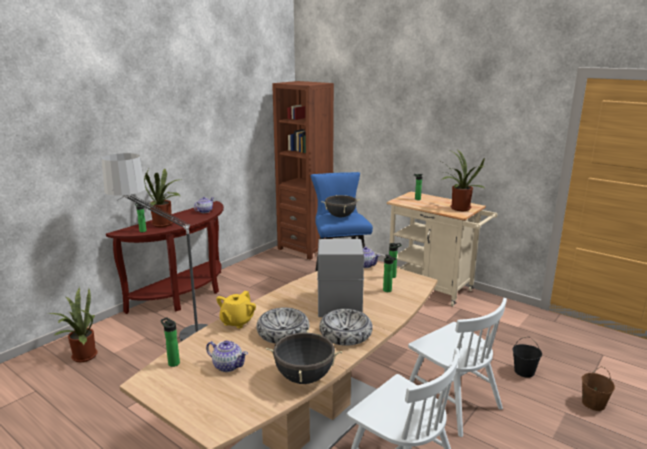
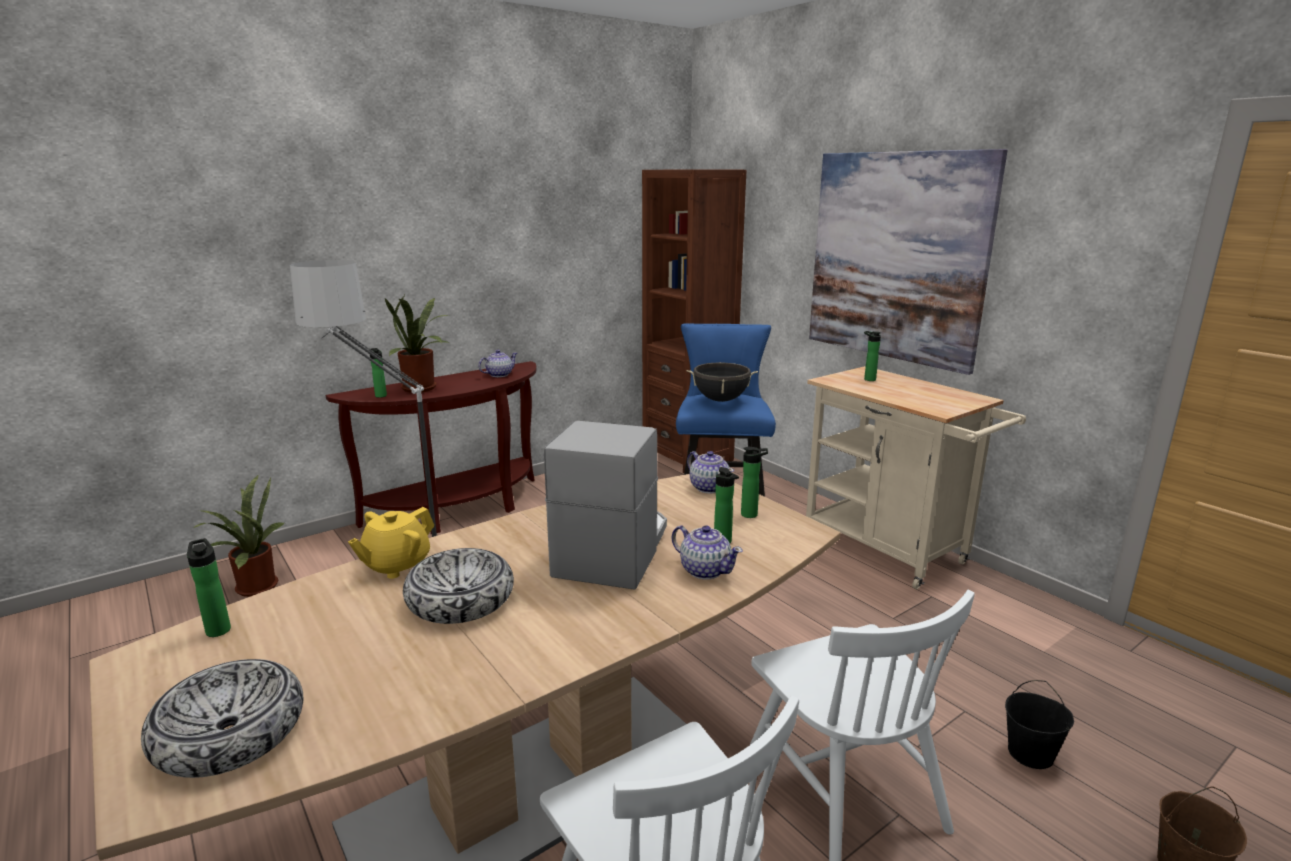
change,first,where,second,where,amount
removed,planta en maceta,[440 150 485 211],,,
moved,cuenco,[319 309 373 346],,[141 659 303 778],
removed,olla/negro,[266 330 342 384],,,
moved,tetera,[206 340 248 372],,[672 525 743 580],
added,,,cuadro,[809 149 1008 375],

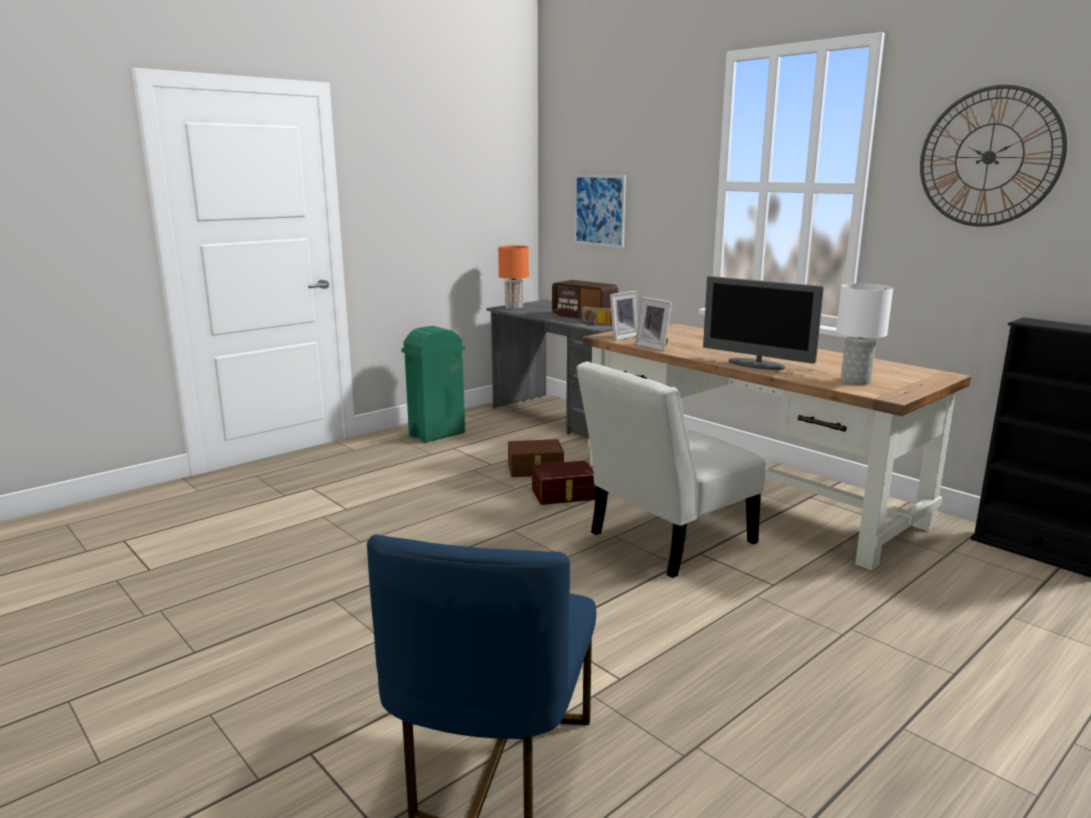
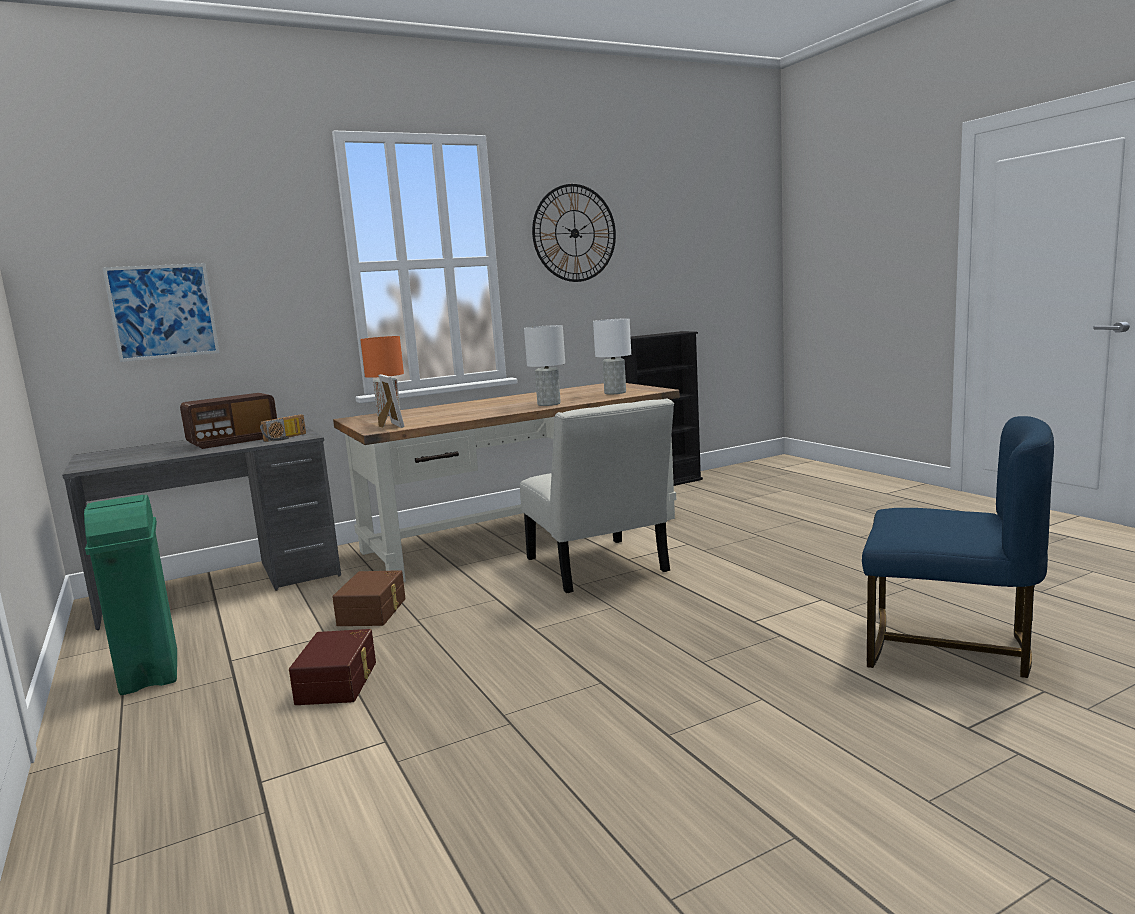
change,first,where,second,where,amount
moved,lámpara de mesa/naranja,[498 246 529 309],,[360 336 404 416],
replaced,monitor,[703 276 824 370],lámpara de mesa/blanco,[524 325 565 406],
removed,portarretratos,[635 297 672 351],,,
moved,caja de almacenaje/marrón,[532 461 596 505],,[289 629 376 705],

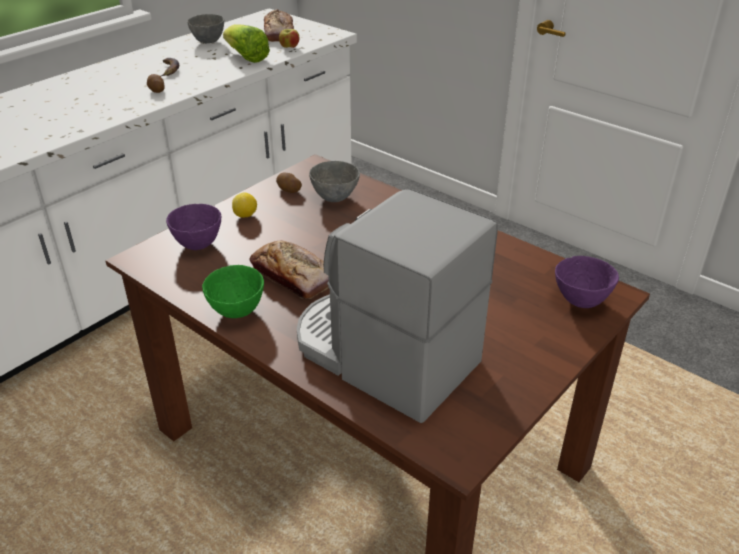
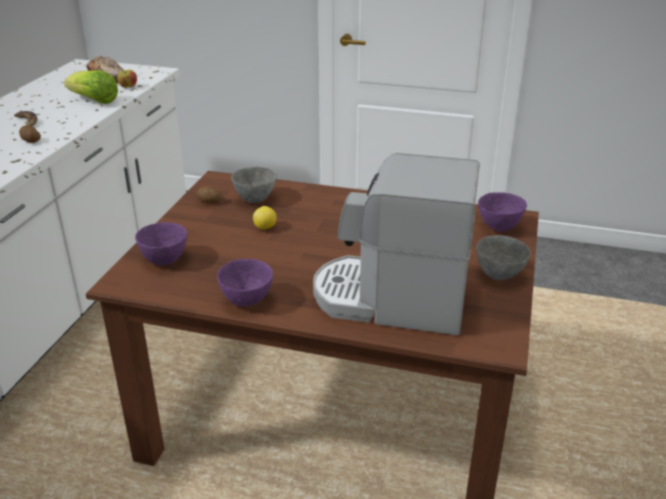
change,first,where,second,where,amount
moved,cuenco/gris,[187 14 224 43],,[476 235 530 280],
moved,limón,[232 193 257 218],,[253 206 277 230],
removed,pan,[250 241 329 299],,,
recoloured,cuenco/verde,[202 265 264 318],cuenco/morado,[217 259 273 306],

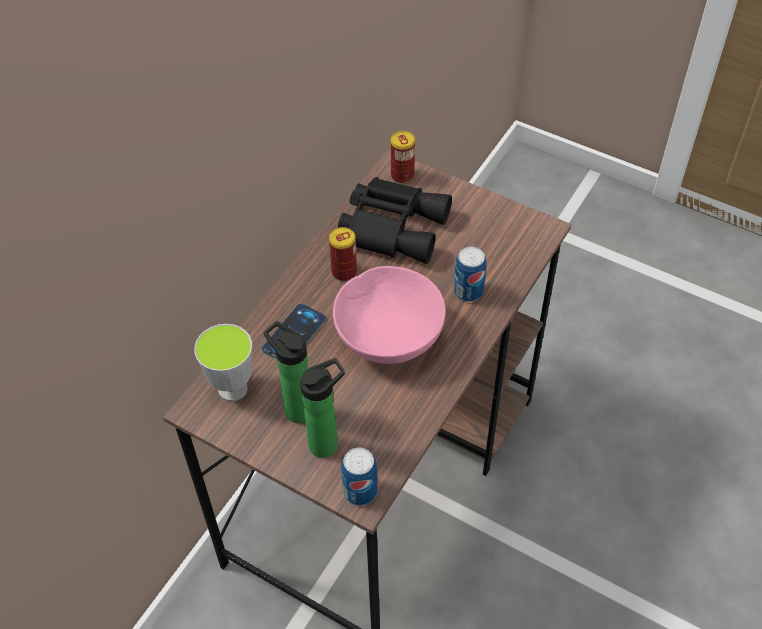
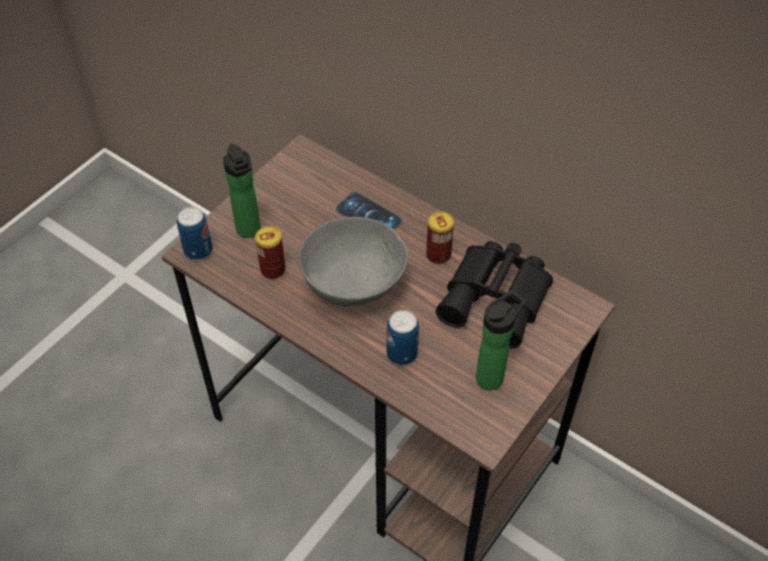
change,first,where,second,where,amount
moved,lata,[391 131 415 183],,[255 226 286 279],
recoloured,cuenco/rosa,[333 266 445 364],cuenco/gris,[299 217 408 306],
moved,botella,[264 321 308 423],,[476 290 526 390],
removed,taza,[194 324 252 401],,,

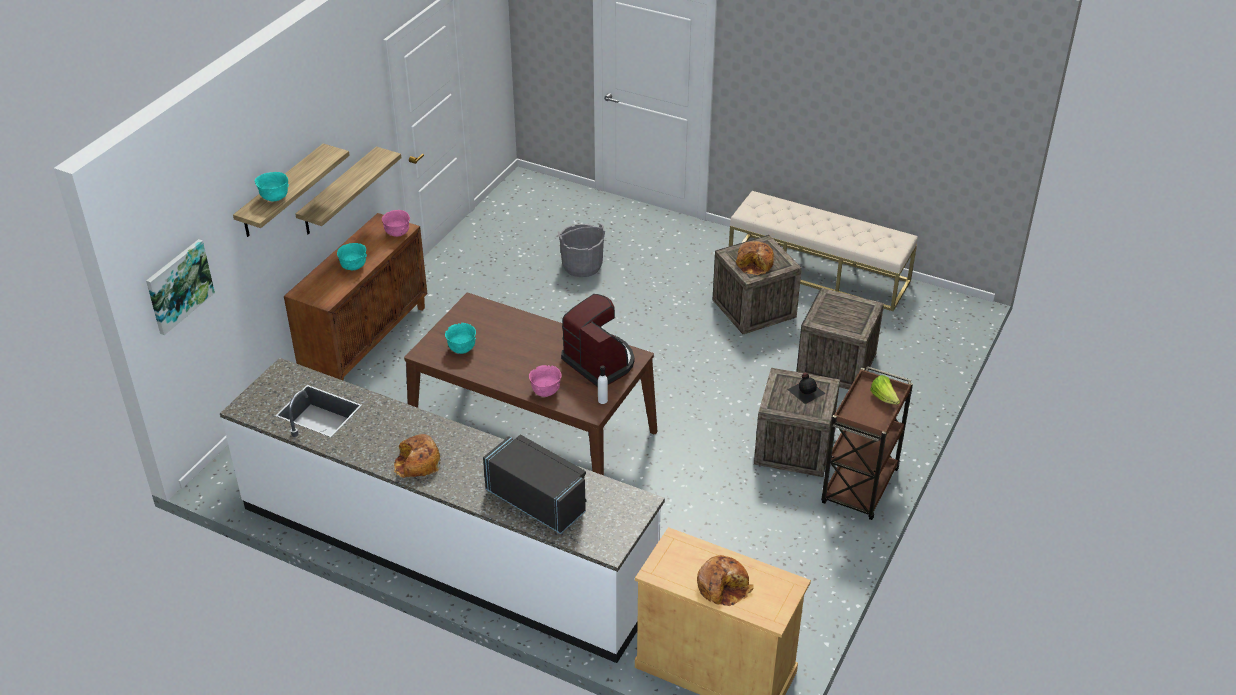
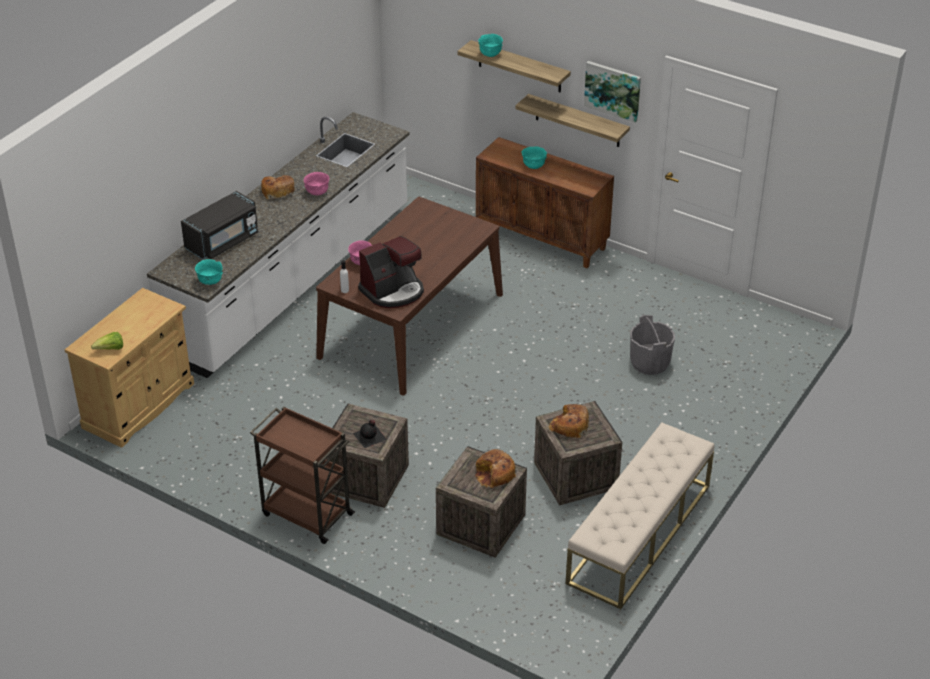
change,first,where,second,where,amount
moved,cuenco/rosa,[382 210 410 237],,[304 172 329 195],
moved,cuadro,[146 239 215 335],,[584 61 641 123],
moved,cuenco/turquesa,[445 323 476 354],,[195 259 223 285],
moved,lechuga,[870 375 900 405],,[91 332 123 350],
moved,pan,[697 555 754 606],,[475 449 516 488],

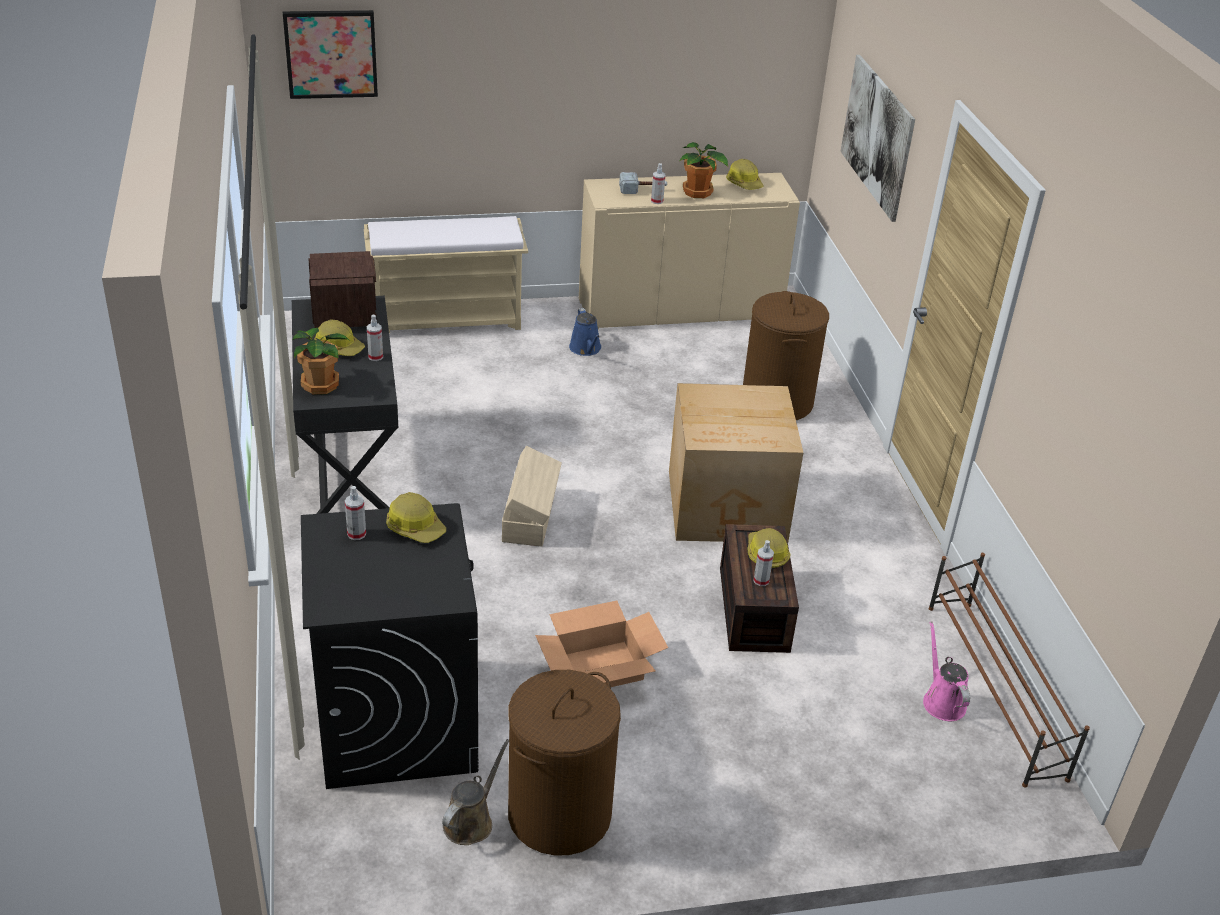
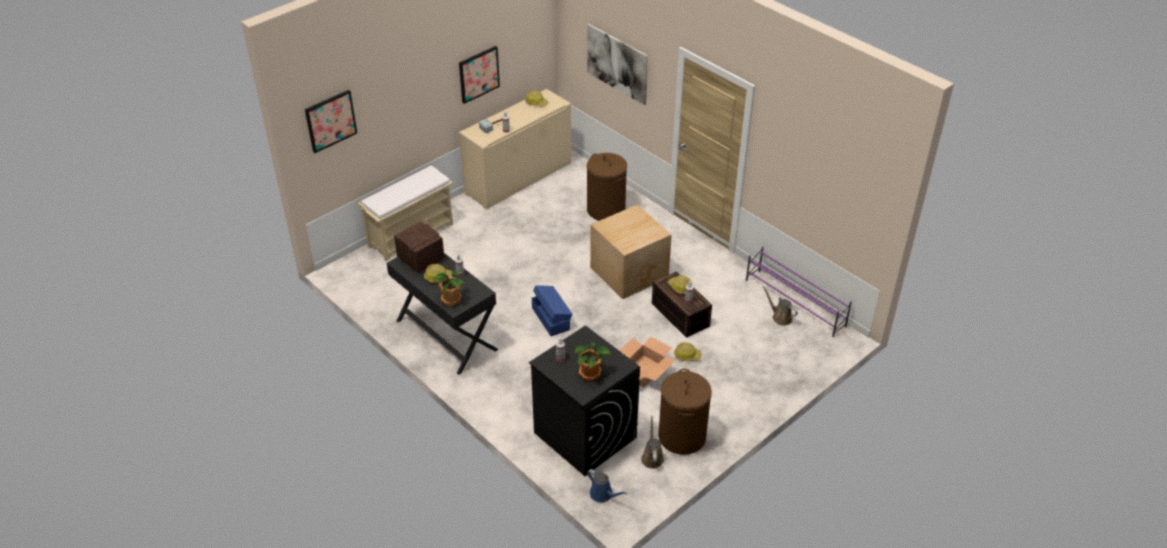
change,first,where,second,where,amount
moved,planta en maceta,[680 142 728 198],,[575 342 611 381],
moved,regadera/azul,[569 308 601 356],,[587 469 627 503],
recoloured,caja de almacenaje/beis,[502 446 562 546],caja de almacenaje/azul,[532 285 573 336],
moved,casco,[386 492 446 543],,[674 342 702 361],
recoloured,zapatero/marrón,[929 553 1090 788],zapatero/morado,[746 246 852 337],
recoloured,regadera/rosa,[923 621 970 721],regadera/marrón,[762 286 798 326],
added,,,cuadro,[459 46 500 104],

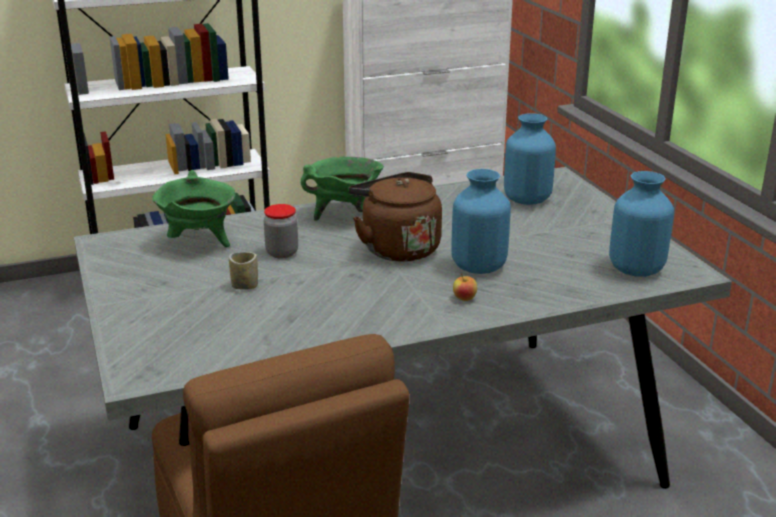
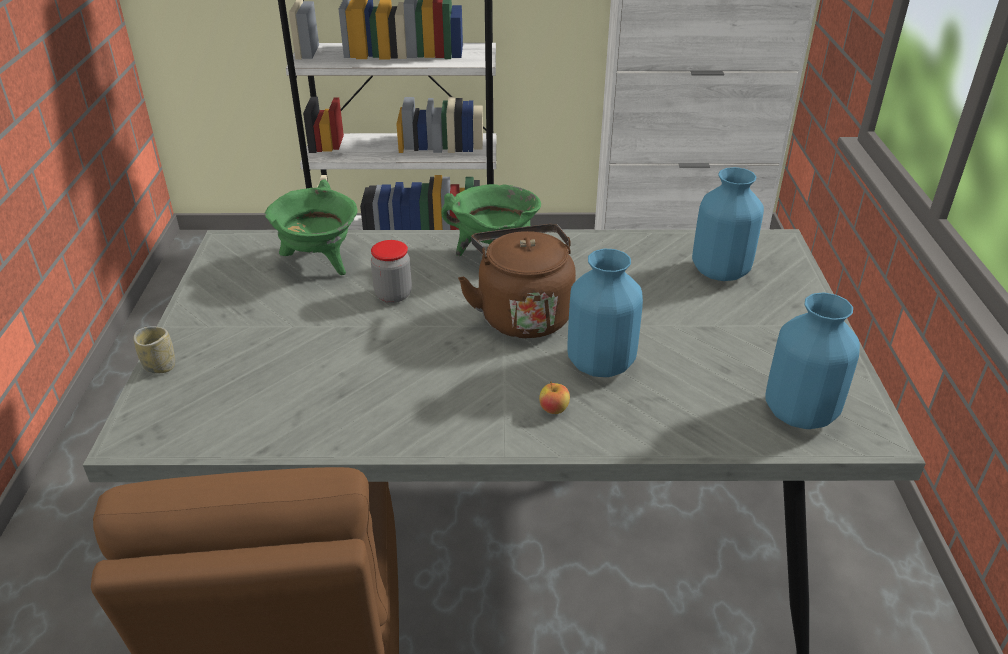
change,first,where,second,where,amount
moved,taza,[229 252 258 289],,[133 326 175 373],

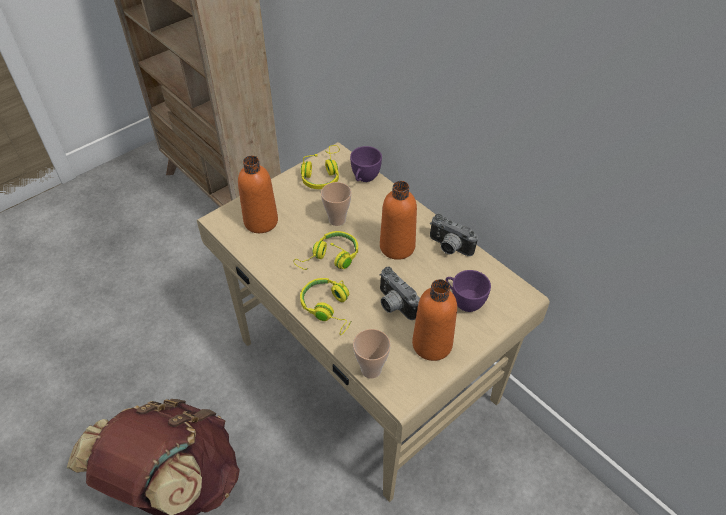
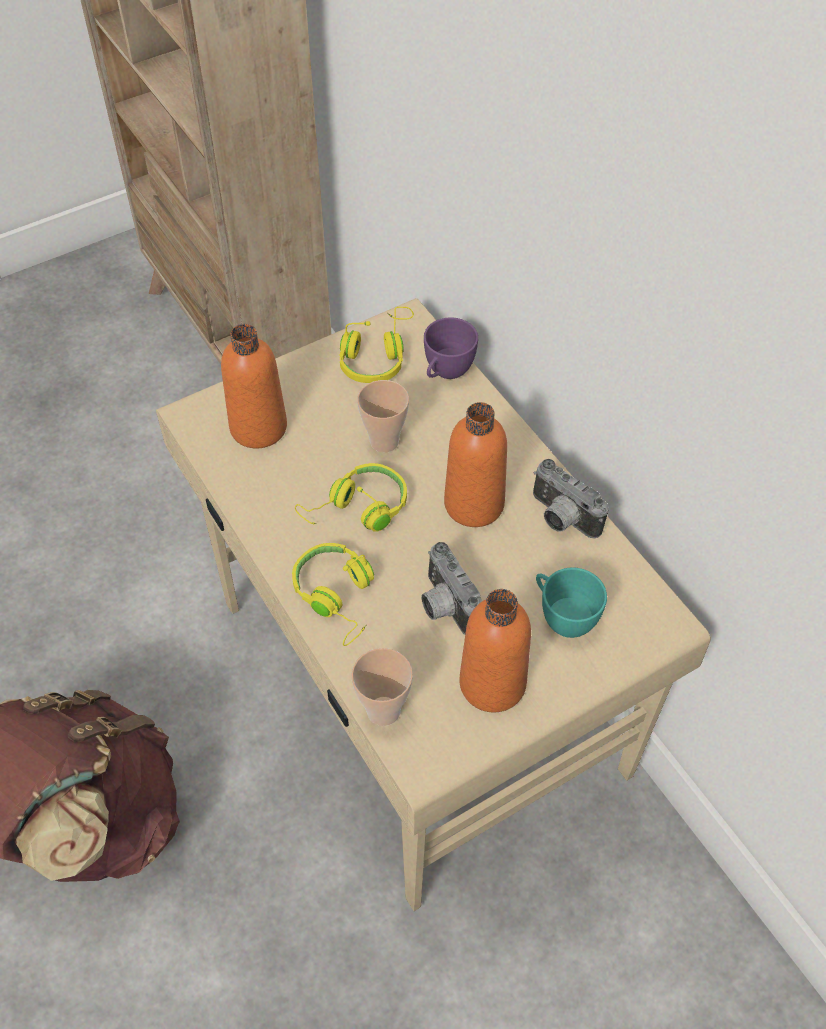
change,first,where,second,where,amount
recoloured,taza/morado,[446 270 491 312],taza/turquesa,[536 567 607 638],

